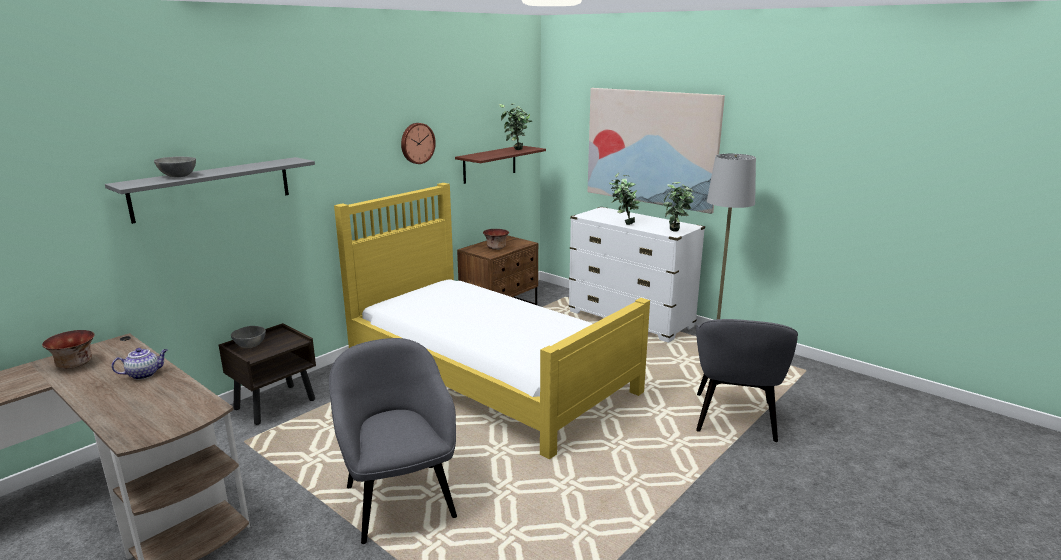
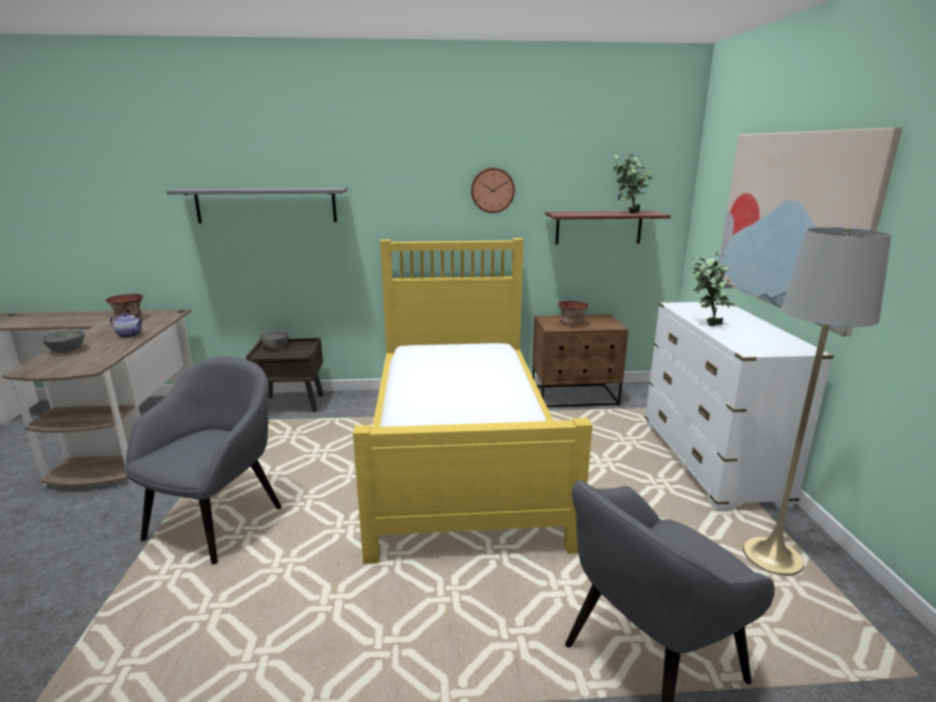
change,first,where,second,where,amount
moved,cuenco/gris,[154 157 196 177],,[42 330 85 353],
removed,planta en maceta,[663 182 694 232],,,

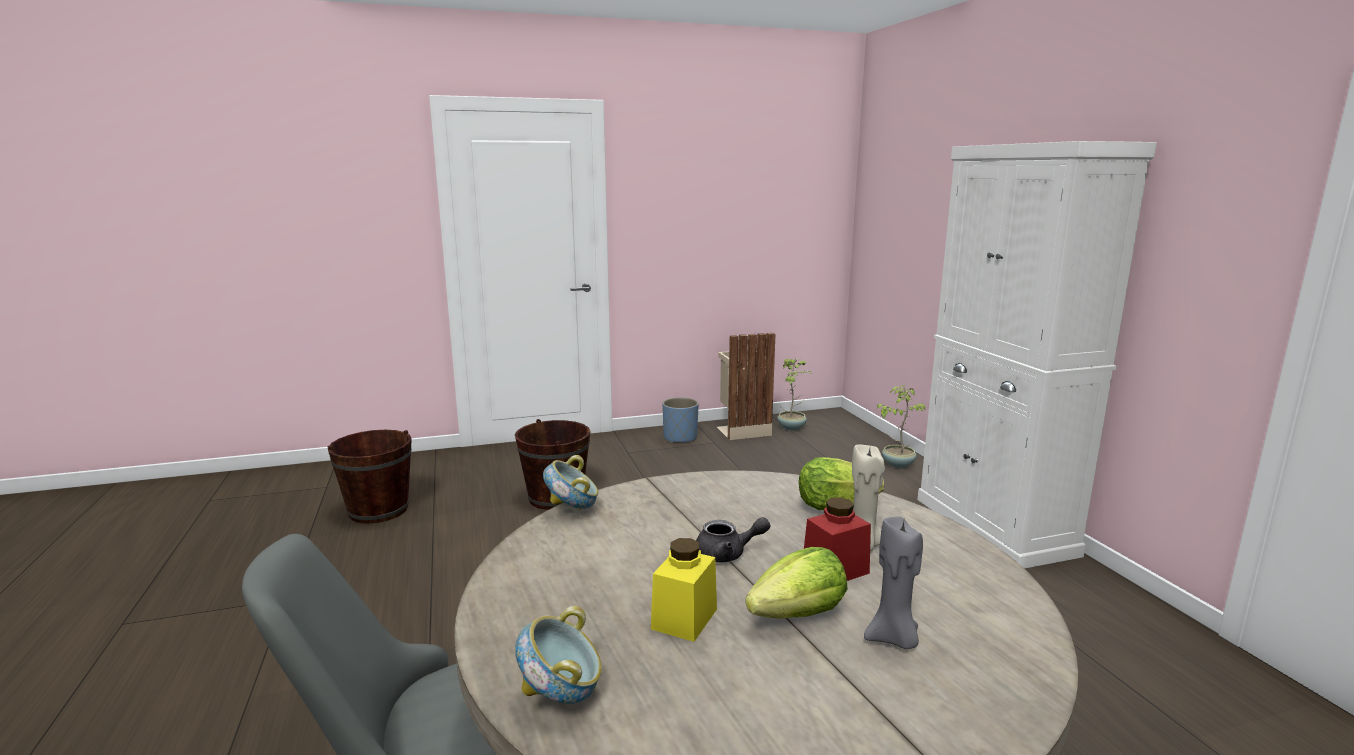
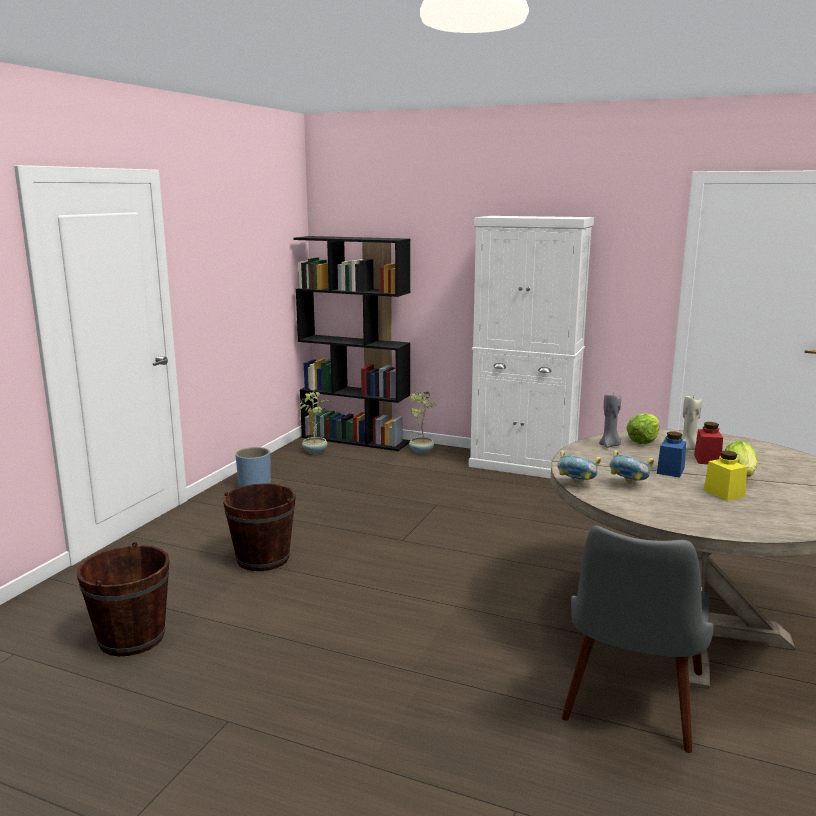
change,first,where,second,where,amount
removed,papelera/beis,[717 333 775 440],,,
moved,vela/gris,[864 516 923 649],,[599 394 621 448],
replaced,tetera/gris,[696 517 770 562],tarro/azul,[657 431 686 478],
moved,cuenco,[515 606 602 704],,[610 450 654 484],
added,,,estantería/negro,[294 236 410 451],

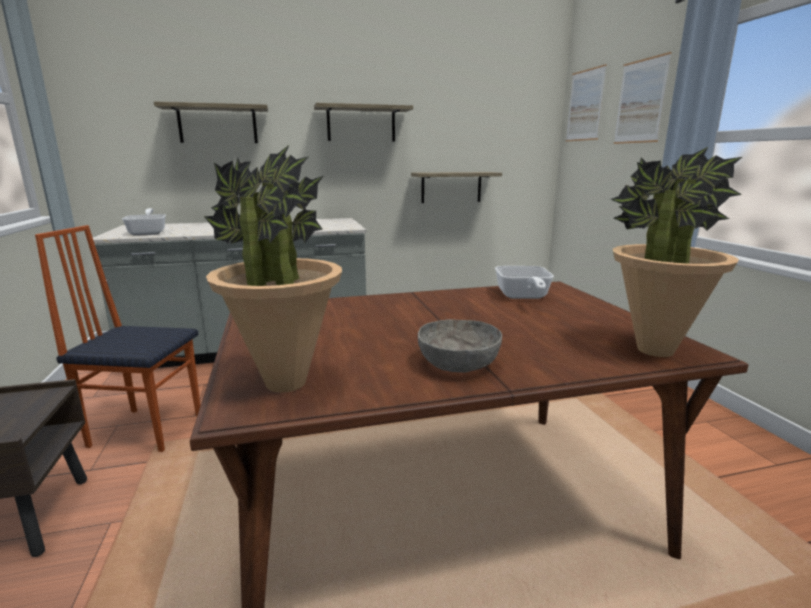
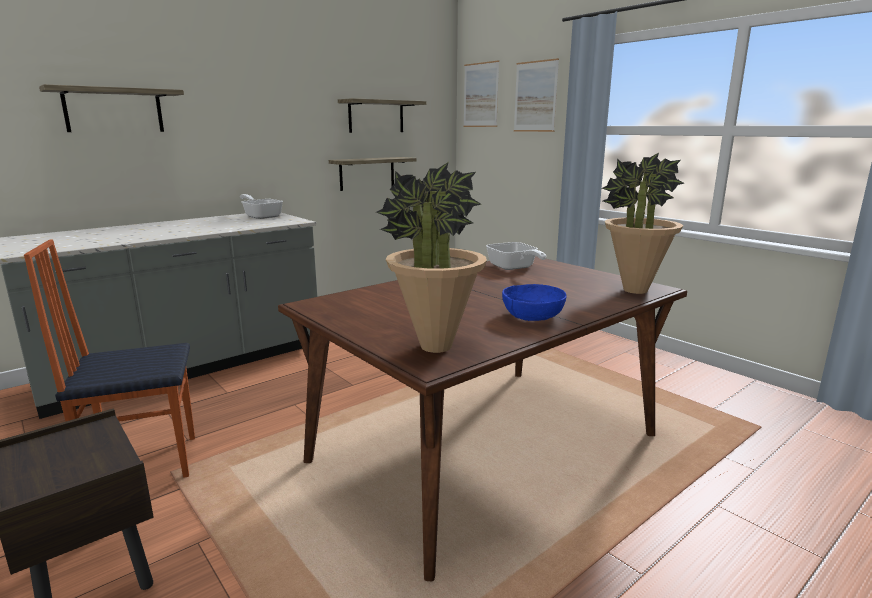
change,first,where,second,where,amount
moved,estante,[314 103 413 141],,[338 98 426 133],
moved,sartén,[122 208 166 236],,[240 194 283 219],
recoloured,cuenco/gris,[418 319 502 373],cuenco/azul,[502 284 567 321],

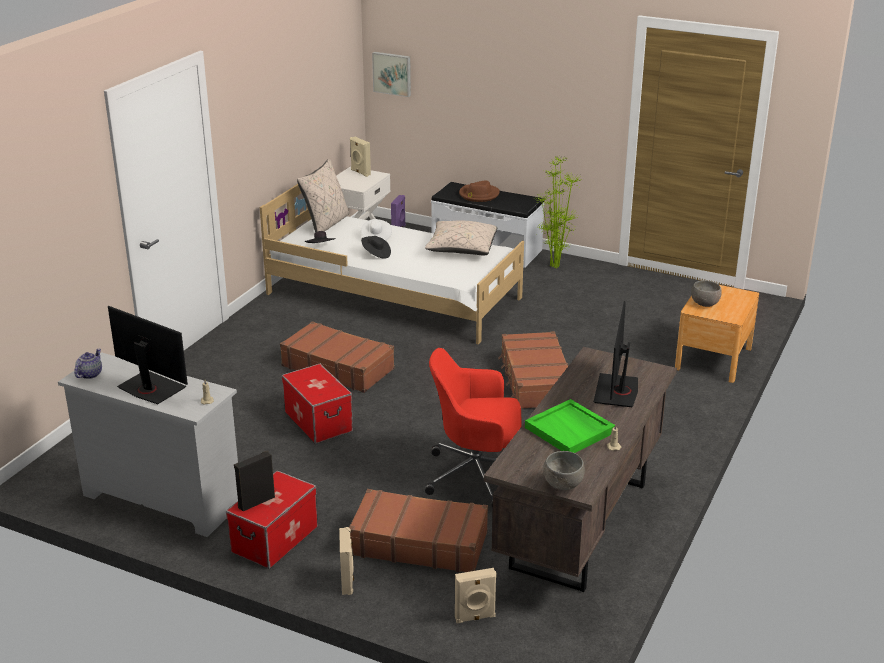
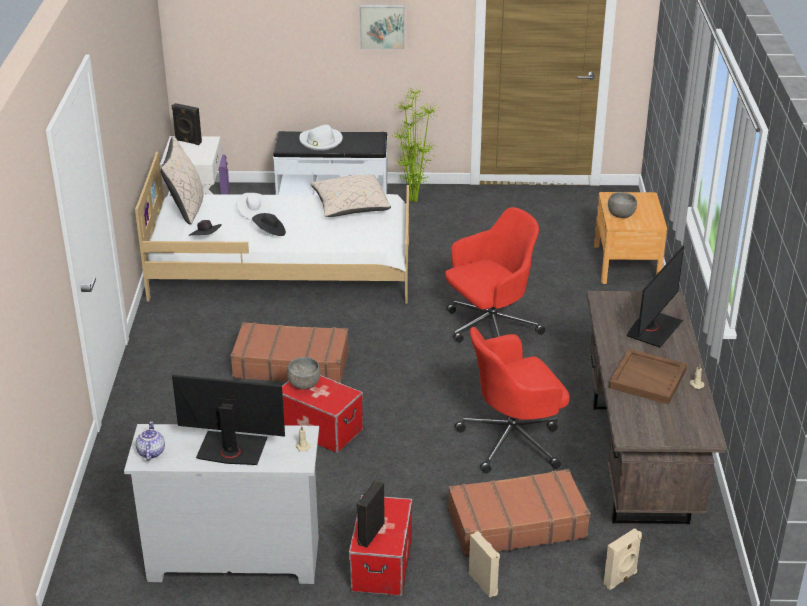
change,first,where,second,where,amount
moved,cuadro,[372 52 411 97],,[359 5 405 49],
recoloured,altavoz/beis,[350 137 371 177],altavoz/negro,[172 103 202 145],
recoloured,sombrero/marrón,[459 180 500 202],sombrero/blanco,[299 125 343 150],
turned,monitor,[594 301 638 407],,[627 246 684 348],135 degrees counterclockwise
replaced,maleta/marrón,[498 331 569 409],silla de oficina/rojo,[445 207 545 343],
recoloured,bandeja/verde,[525 399 615 453],bandeja/marrón,[609 349 687 405],
moved,cuenco/gris,[543 451 585 490],,[287 357 321 389],

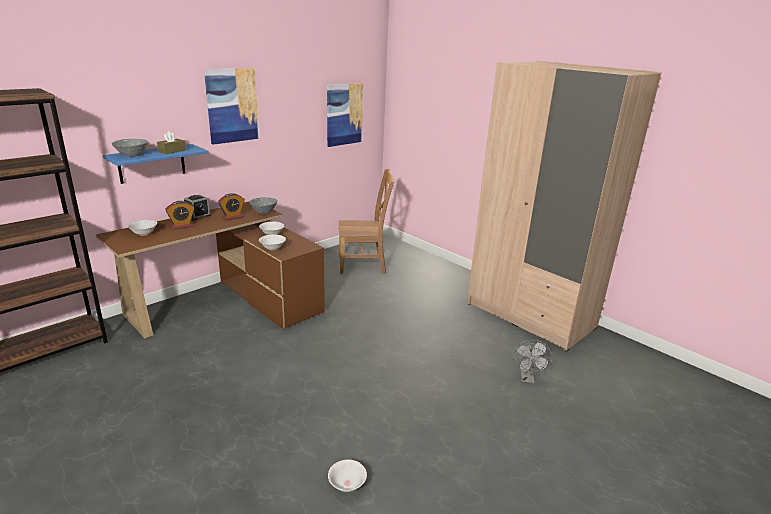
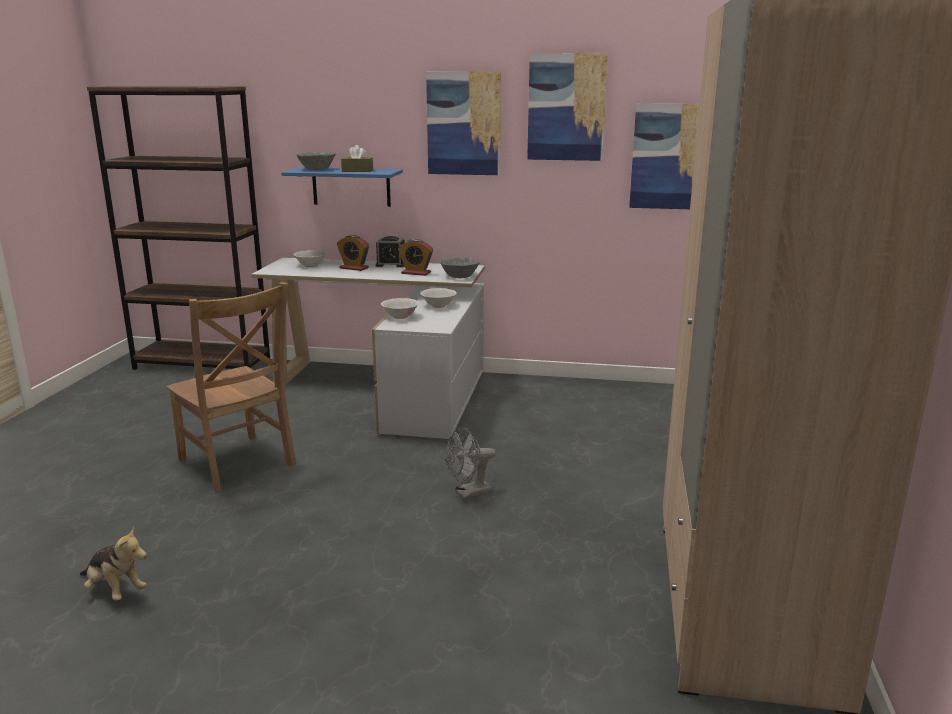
change,first,where,second,where,amount
moved,silla/marrón,[339 169 395 274],,[166 282 296 493],
recoloured,escritorio/marrón,[96 201 325 338],escritorio/blanco,[251 257 485 439],
moved,ventilador/gris,[513 340 552 383],,[445 426 496 499],
replaced,cuenco/blanco,[328 460 367 492],peluche,[80 526 147 601],
added,,,cuadro,[527 53 608 161],

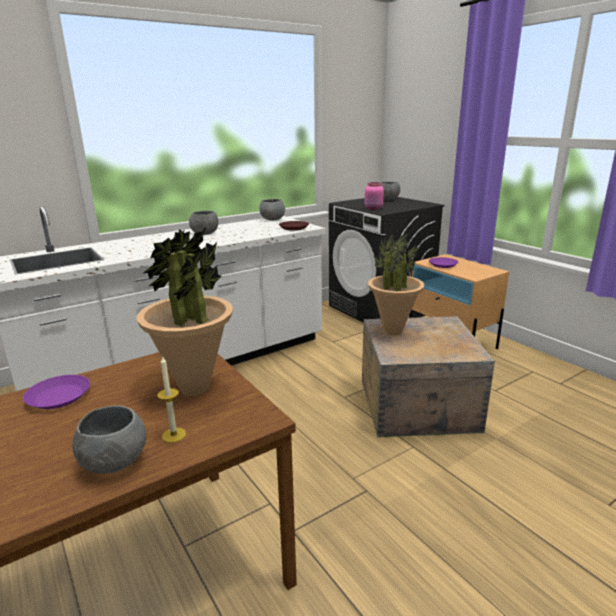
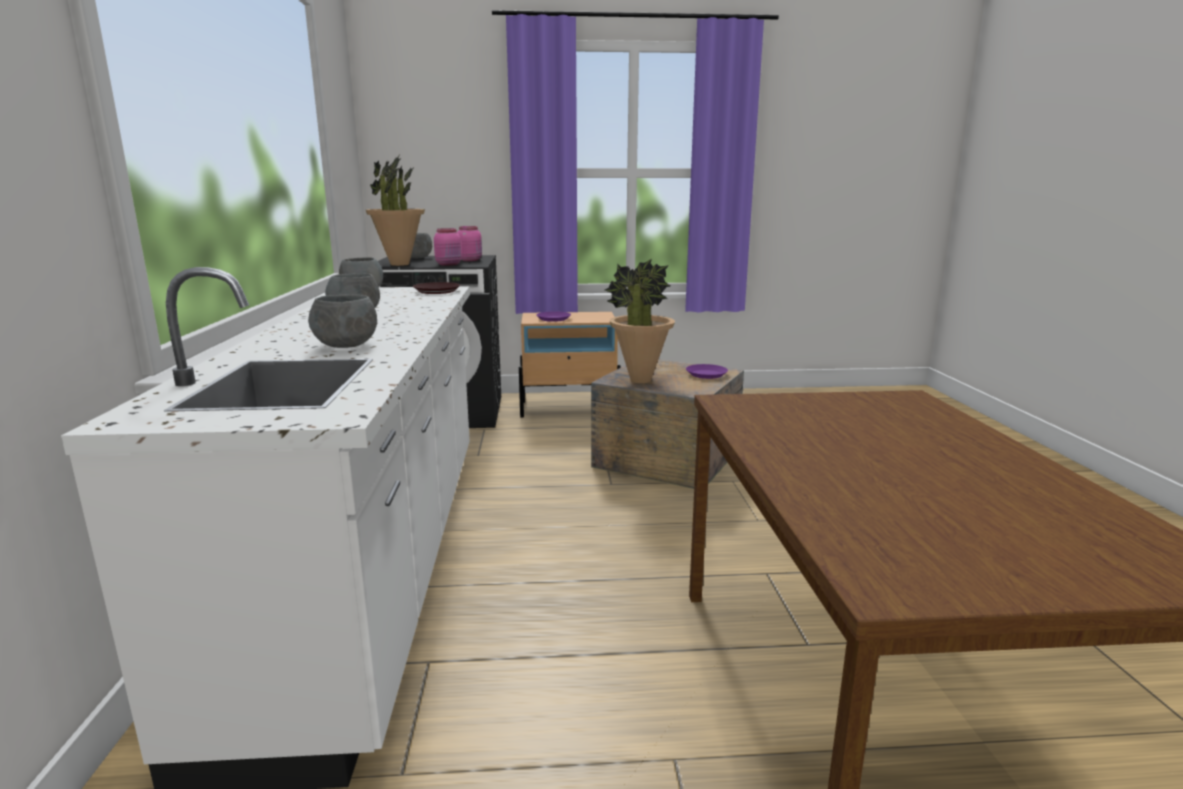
change,first,where,second,where,amount
moved,planta en maceta,[137 228 233 396],,[366 156 425 266],
removed,vela,[157 355 186 443],,,
moved,plato/morado,[23 375 90 409],,[686 364 728 379],
moved,cuenco/gris,[72 405 146 474],,[308 294 377 348],
added,,,tarro/rosa,[457 226 482 261],

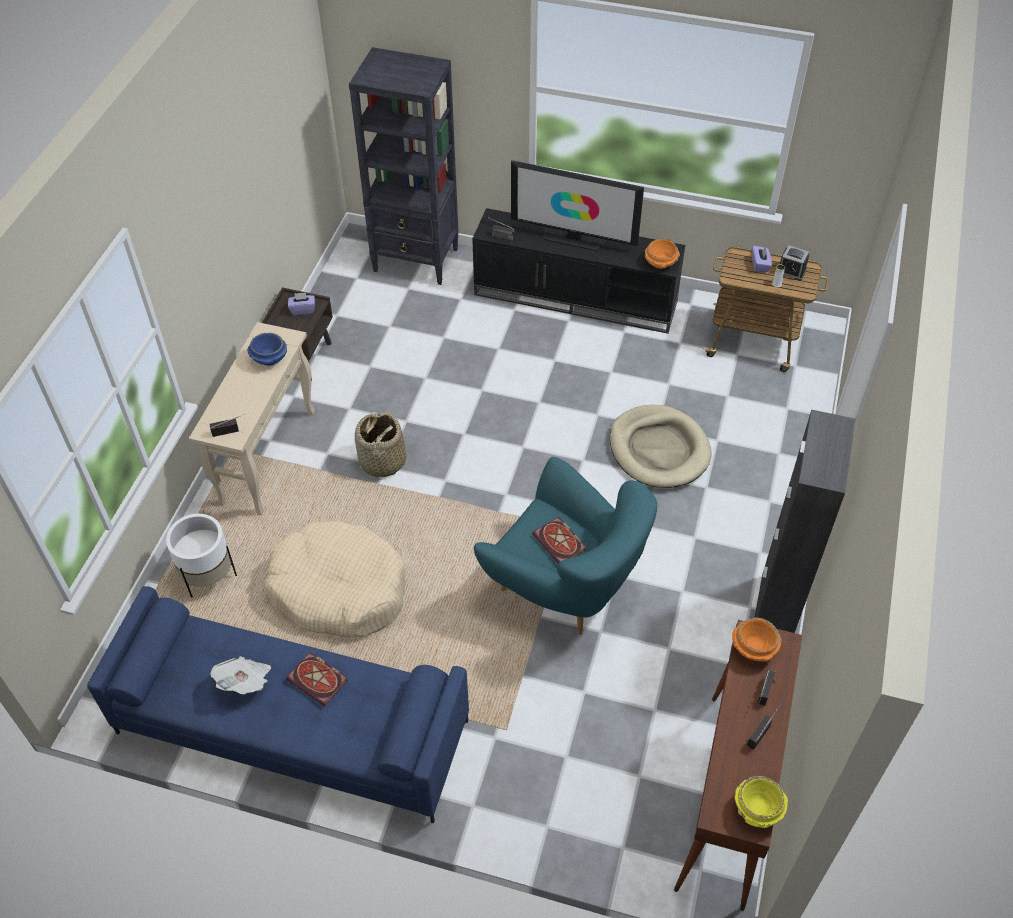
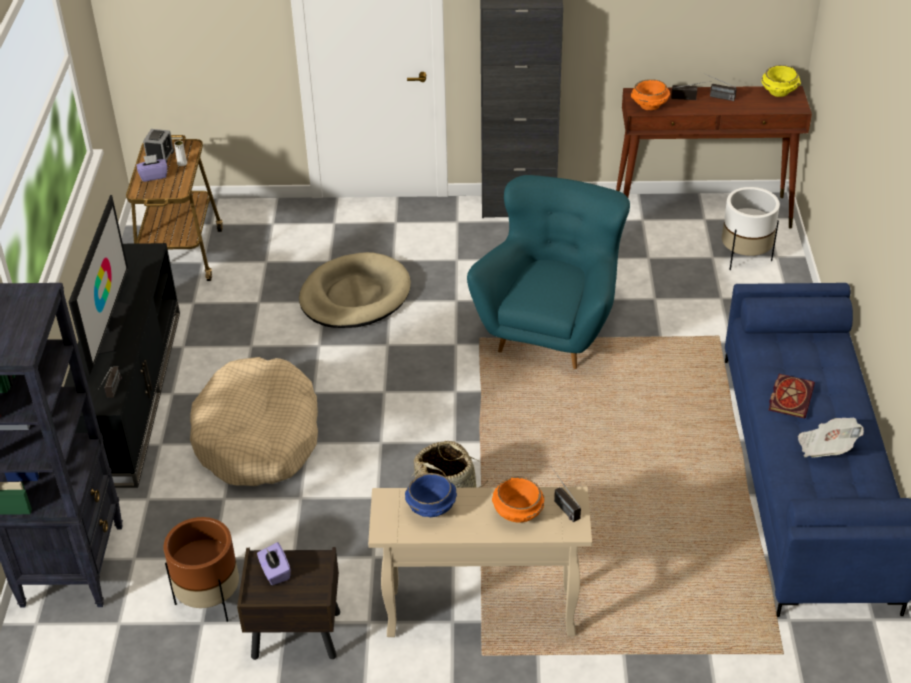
change,first,where,second,where,amount
moved,cuenco/naranja,[645 239 680 269],,[492 477 544 523],
moved,maceta/blanco,[166 514 237 598],,[722 187 780 270],
removed,libro,[532 517 586 564],,,
moved,cama para perro/beis,[264 520 405 638],,[190 357 318 486],
added,,,maceta/marrón,[164 517 239 622],

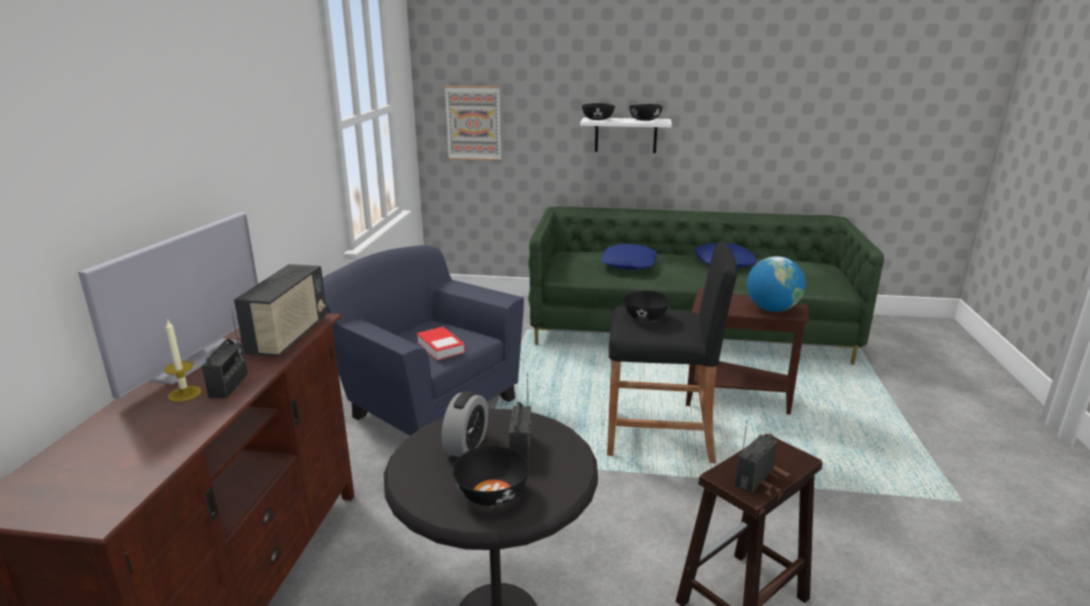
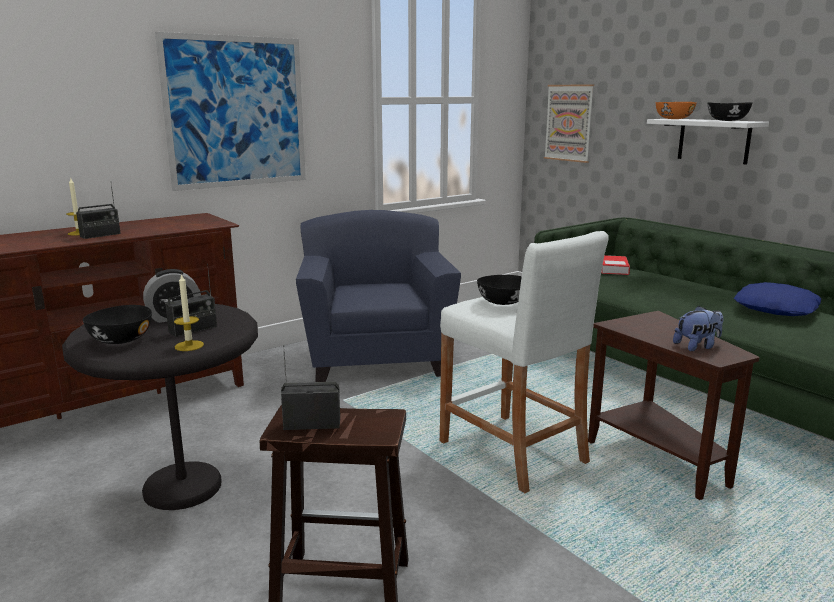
change,first,where,second,where,amount
recoloured,cuenco/negro,[582 103 615 120],cuenco/naranja,[656 102 696 119],
removed,televisor,[78 212 258 399],,,
recoloured,taburete/negro,[607 241 737 463],taburete/blanco,[440 231 609 493],
removed,cojín/azul,[600 244 657 270],,,
replaced,globo terráqueo,[747 256 806 312],peluche,[673 306 723 351],
removed,radio,[234 264 327 357],,,
moved,libro,[417 327 465 360],,[601 255 630 275],
added,,,cuadro,[155 32 306 191],
added,,,vela,[174 273 204 351],

